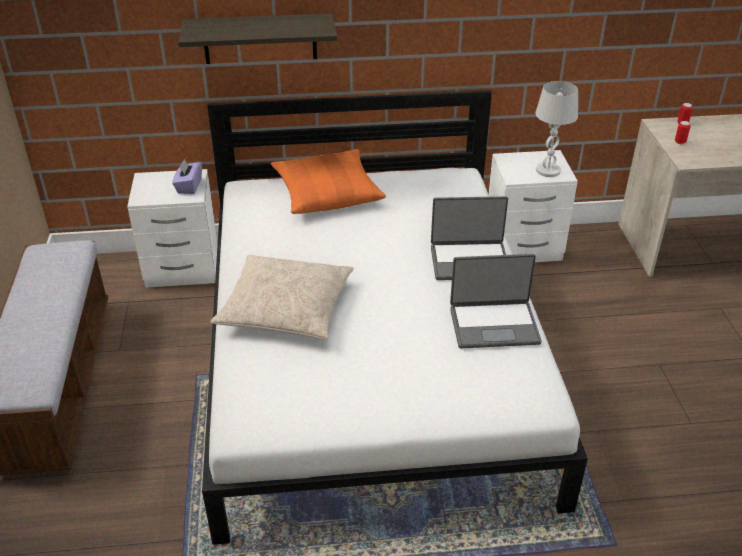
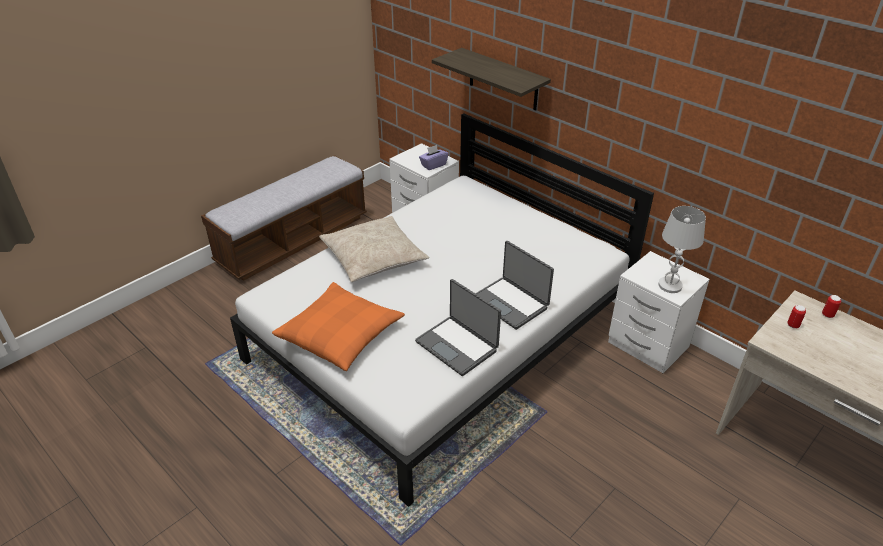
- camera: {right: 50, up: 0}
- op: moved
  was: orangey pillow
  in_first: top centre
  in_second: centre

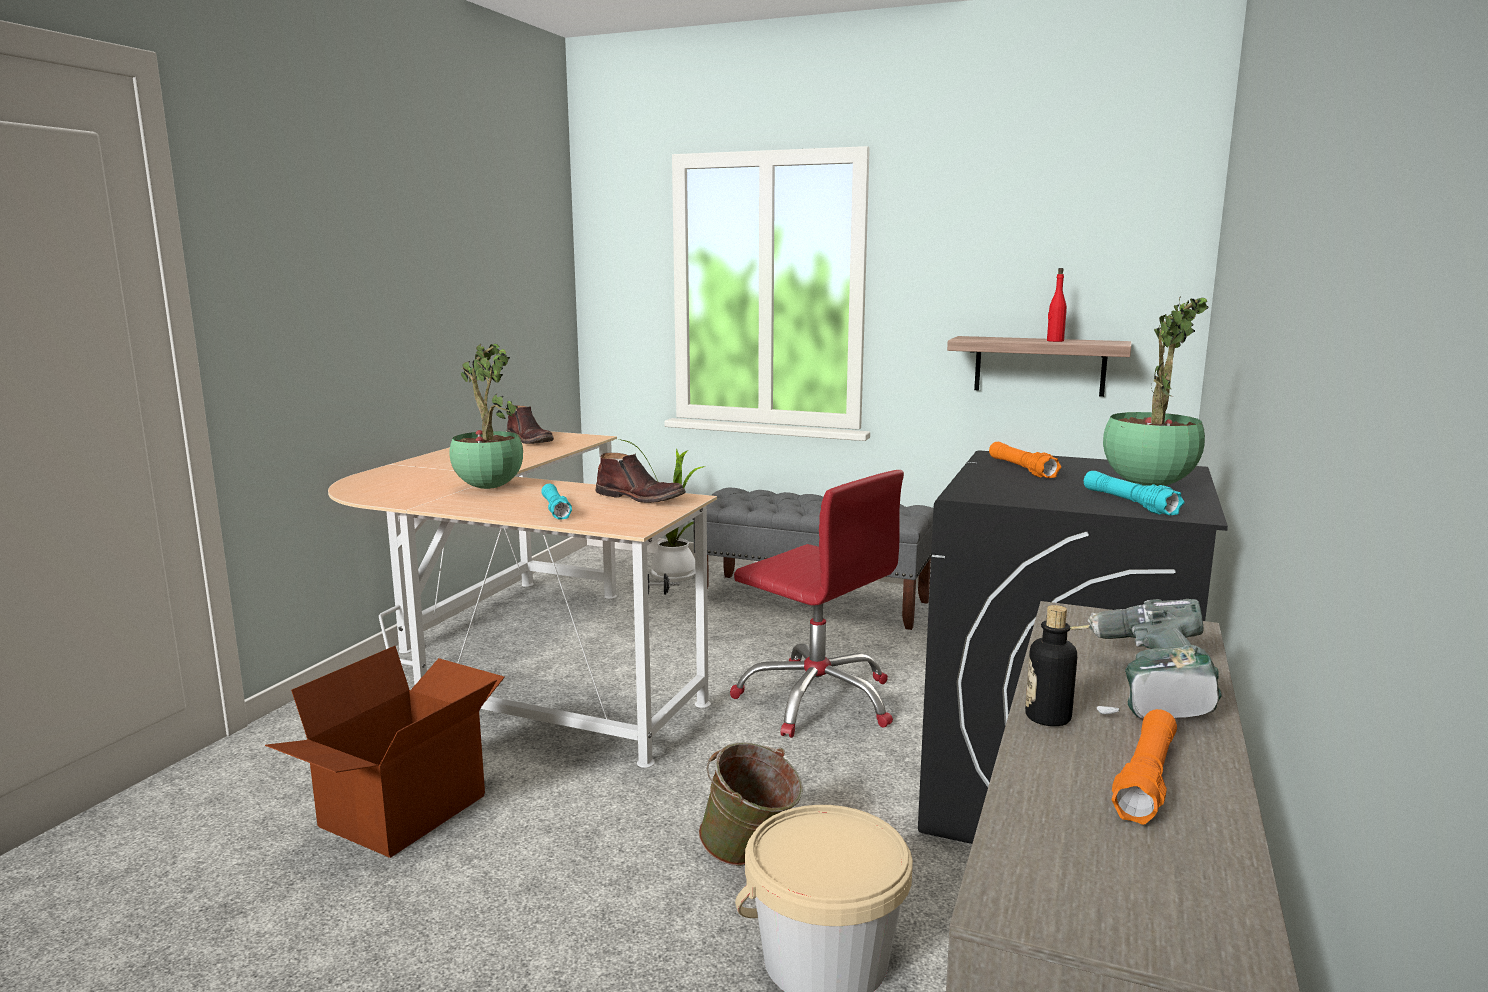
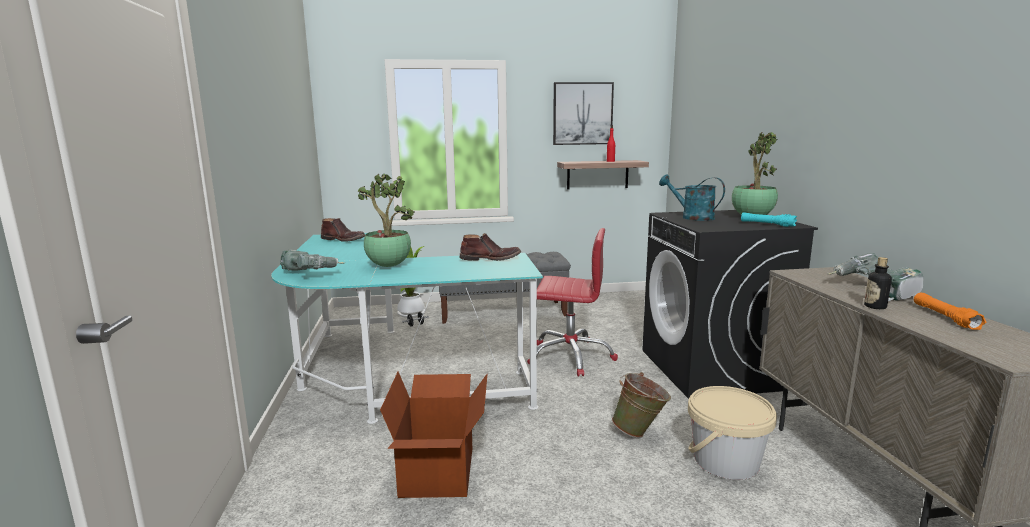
- camera: {right: -30, up: 0}
- op: recoloured
  was: beige-coloured desk unit
  now: turquoise desk unit
  in_first: centre
  in_second: centre
- op: removed
  was: turquoise flashlight (1st from left)
  in_first: centre
- op: replaced
  was: orangey flashlight (1st from left)
  now: turquoise watering can
  in_first: middle right
  in_second: middle right
- op: added
  now: power drill (1st from left)
  in_second: middle left
- op: added
  now: picture
  in_second: top centre

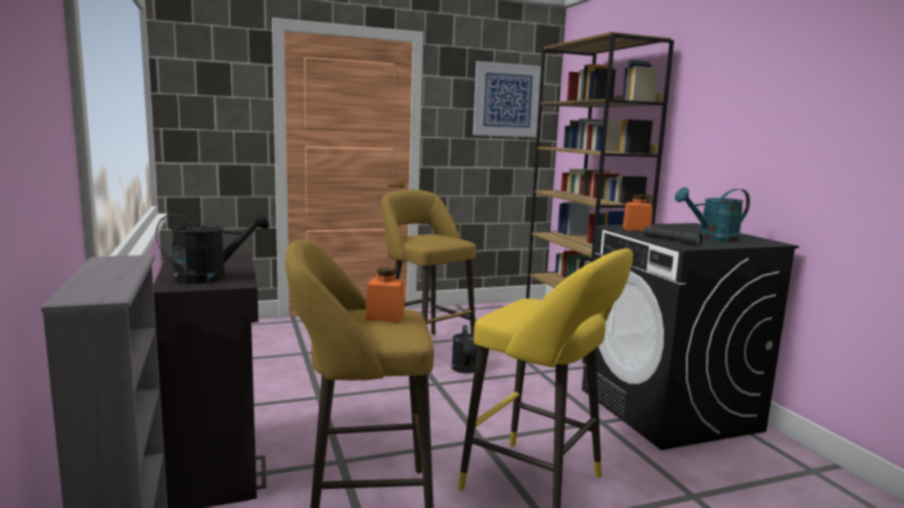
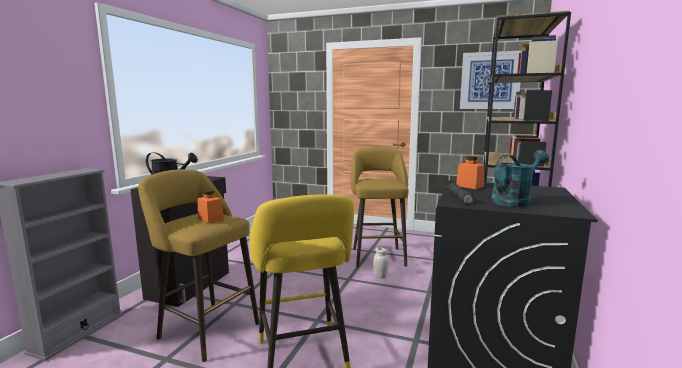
- camera: {right: 40, up: 0}
- op: replaced
  was: black watering can (2nd from left)
  now: white-coloured storage jar
  in_first: bottom centre
  in_second: bottom centre
- op: turned
  was: turquoise watering can
  in_first: middle right
  in_second: middle right
  clockwise: 120

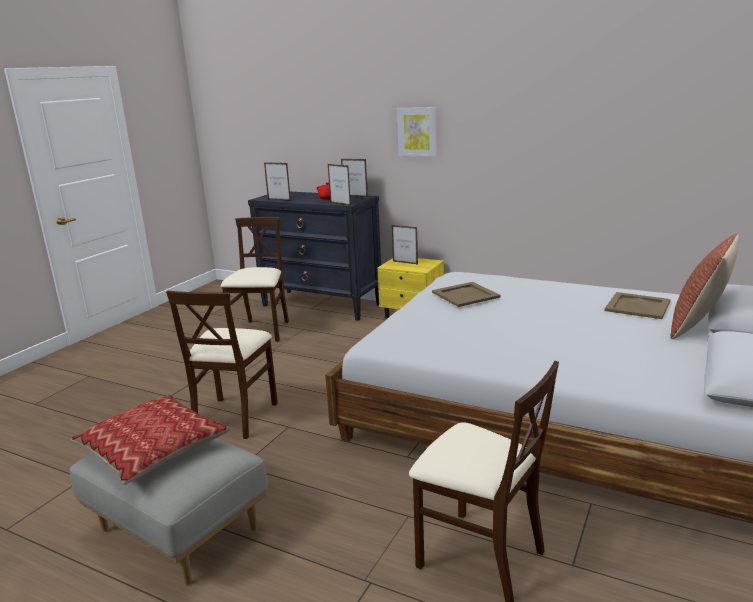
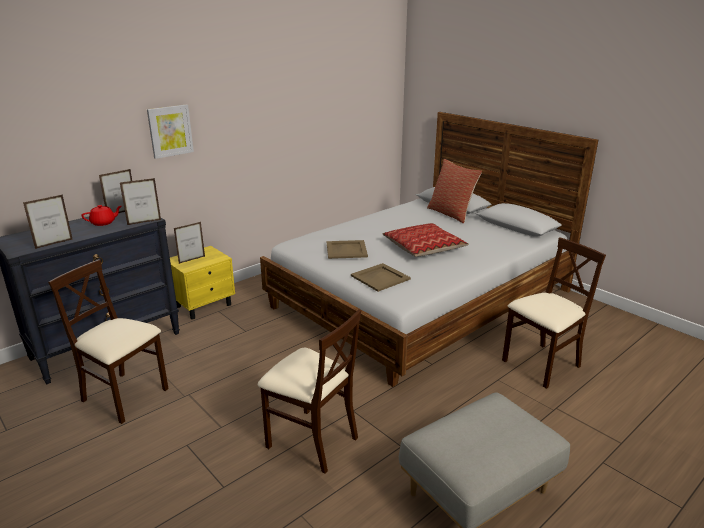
- camera: {right: -70, up: 5}
- op: moved
  was: pillow (1st from left)
  in_first: bottom left
  in_second: centre
- op: moved
  was: beige-coloured serving tray (2nd from left)
  in_first: middle right
  in_second: centre

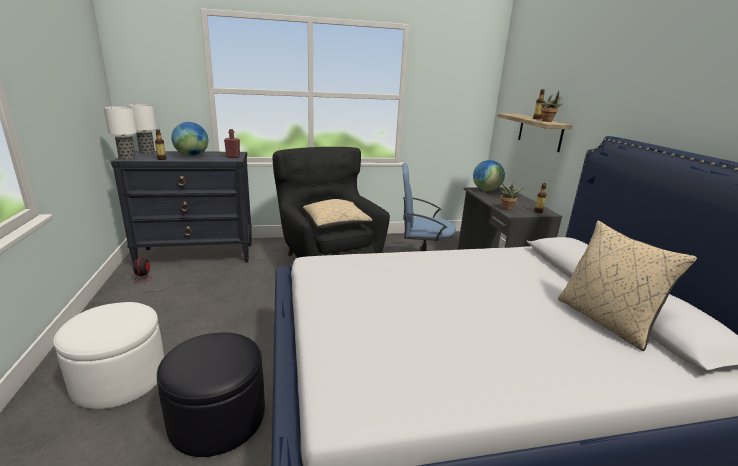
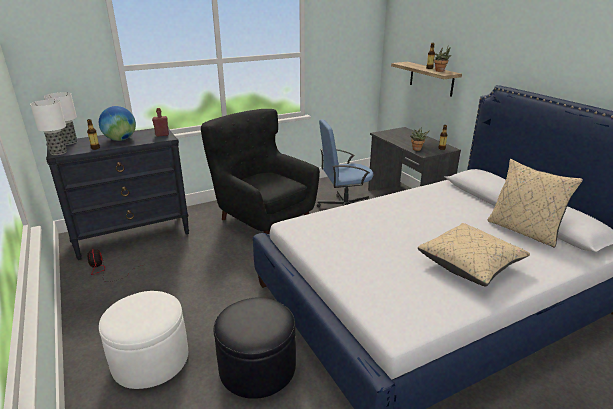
- camera: {right: -15, up: 5}
- op: moved
  was: beige-coloured pillow (1st from left)
  in_first: centre
  in_second: middle right
- op: removed
  was: world globe (2nd from left)
  in_first: centre

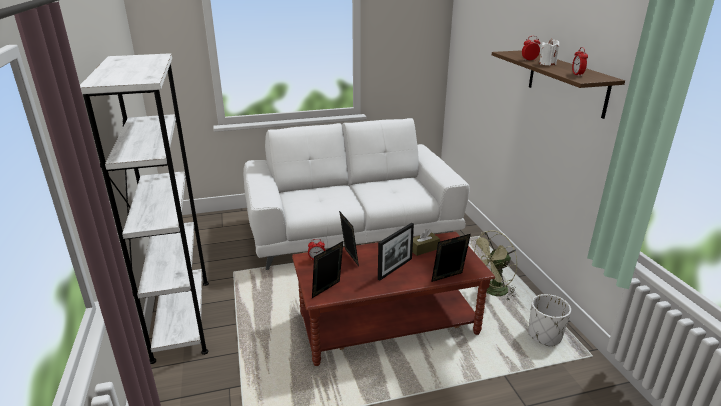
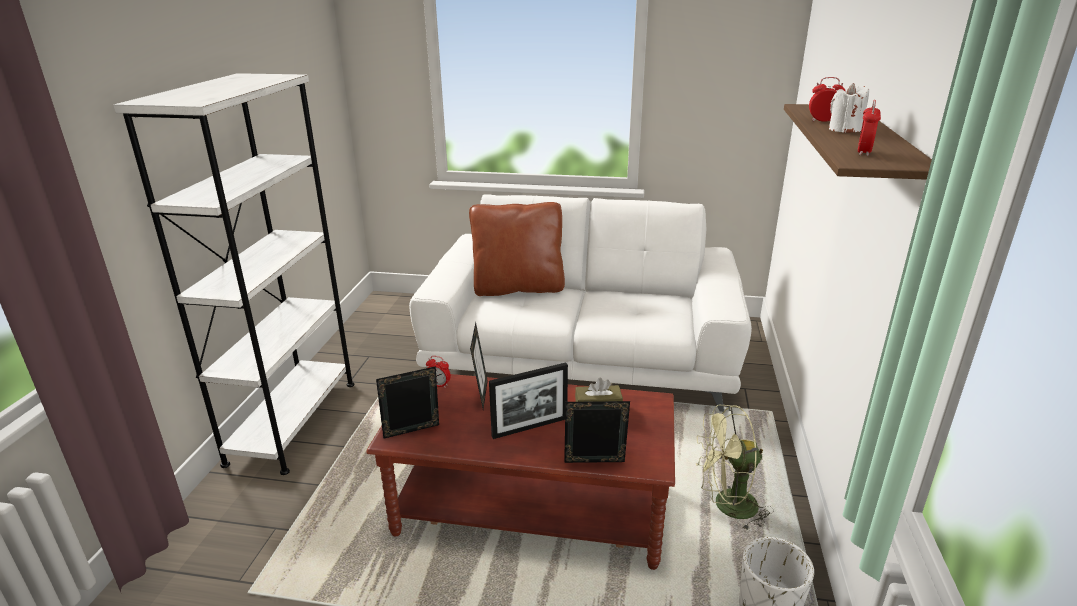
- camera: {right: 25, up: 0}
- op: added
  now: brownish pillow
  in_second: centre

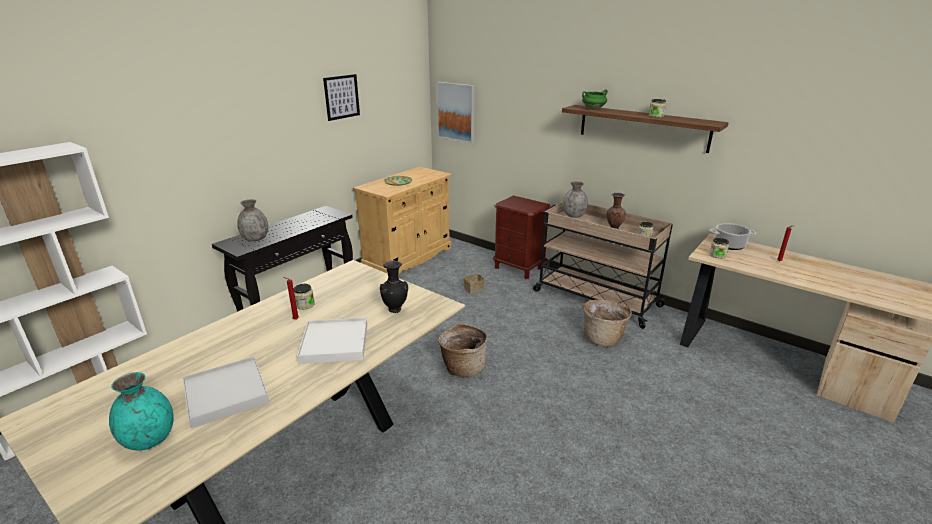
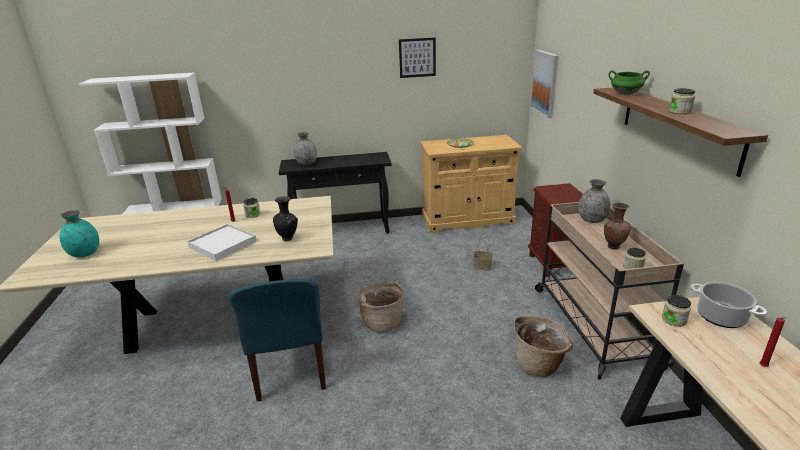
- camera: {right: 45, up: 0}
- op: removed
  was: white-coloured serving tray (1st from left)
  in_first: bottom left
- op: added
  now: blue-coloured plain chair
  in_second: bottom centre

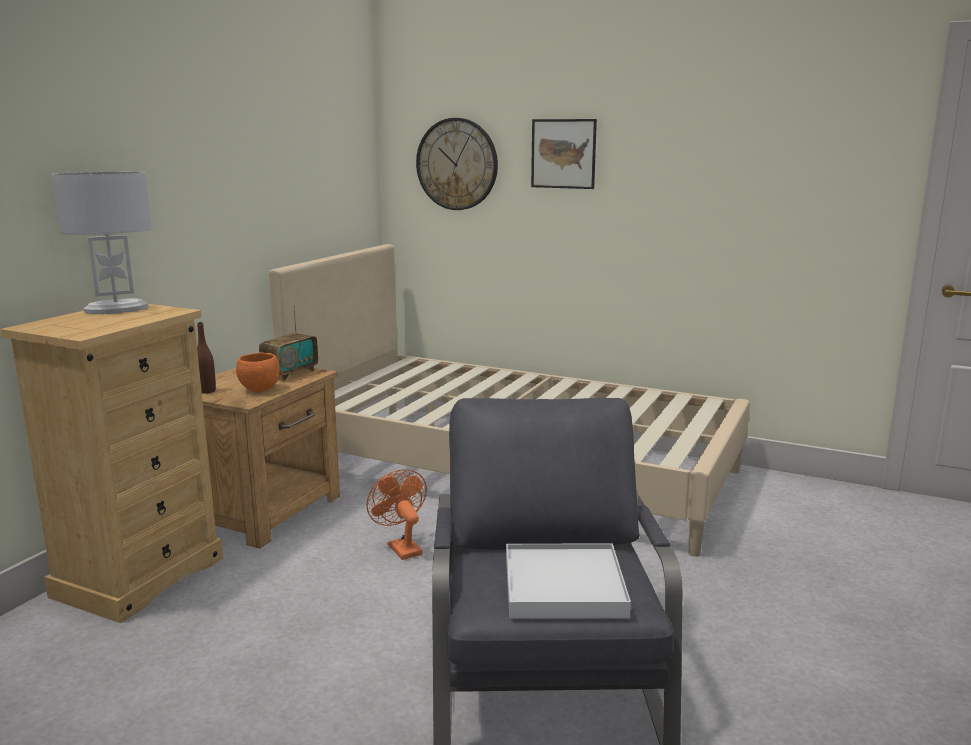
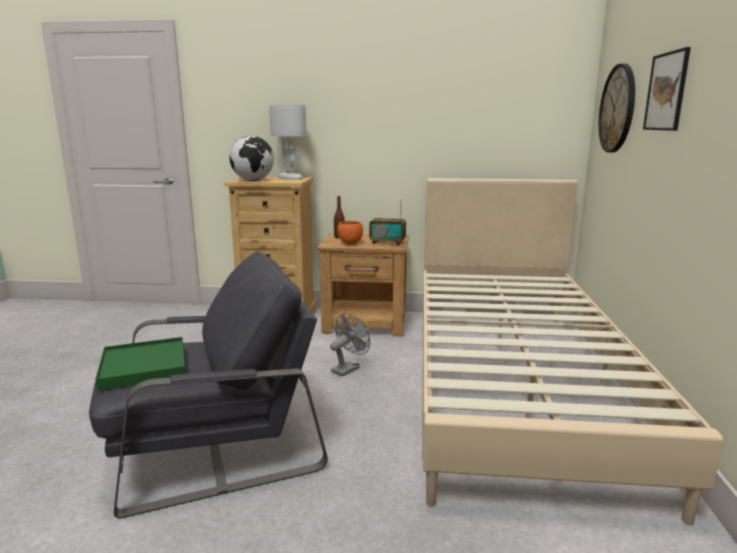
- camera: {right: 70, up: 0}
- op: recoloured
  was: orangey electric fan
  now: grey electric fan
  in_first: bottom centre
  in_second: centre
- op: recoloured
  was: white-coloured serving tray
  now: green-coloured serving tray
  in_first: bottom centre
  in_second: middle left
- op: added
  now: world globe
  in_second: top centre

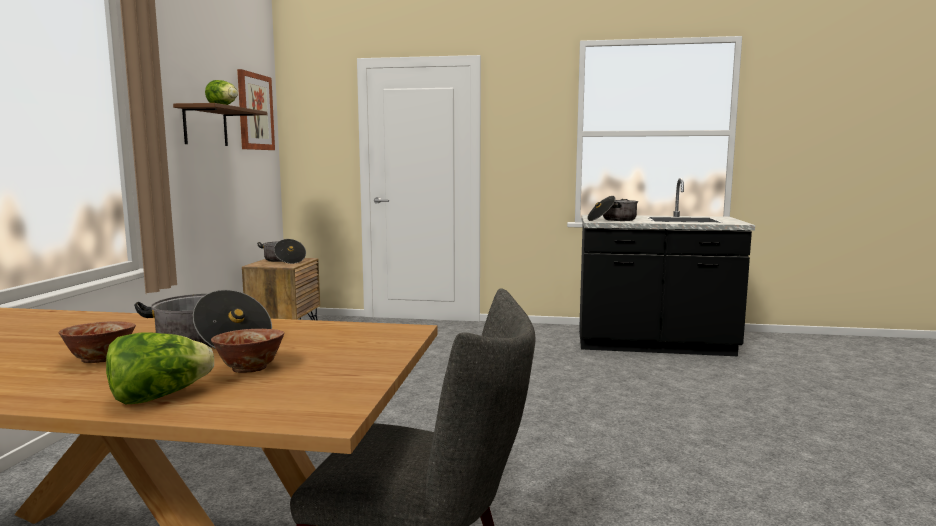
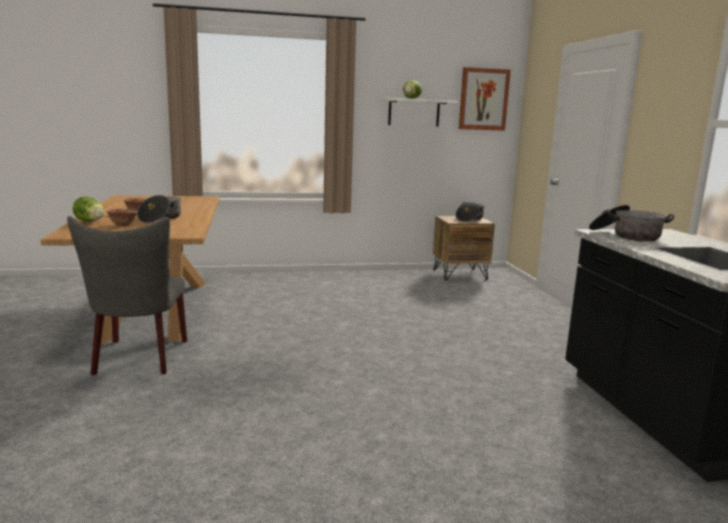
- camera: {right: 70, up: 5}
- op: recoloured
  was: brownish bracket shelf
  now: white-coloured bracket shelf
  in_first: top left
  in_second: top centre

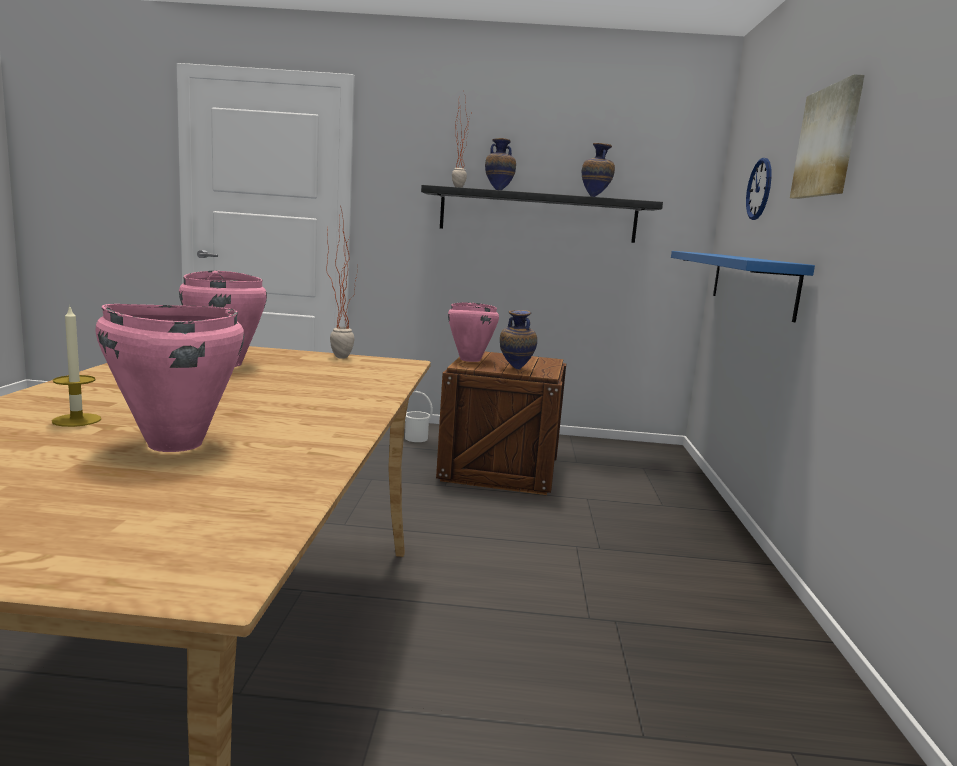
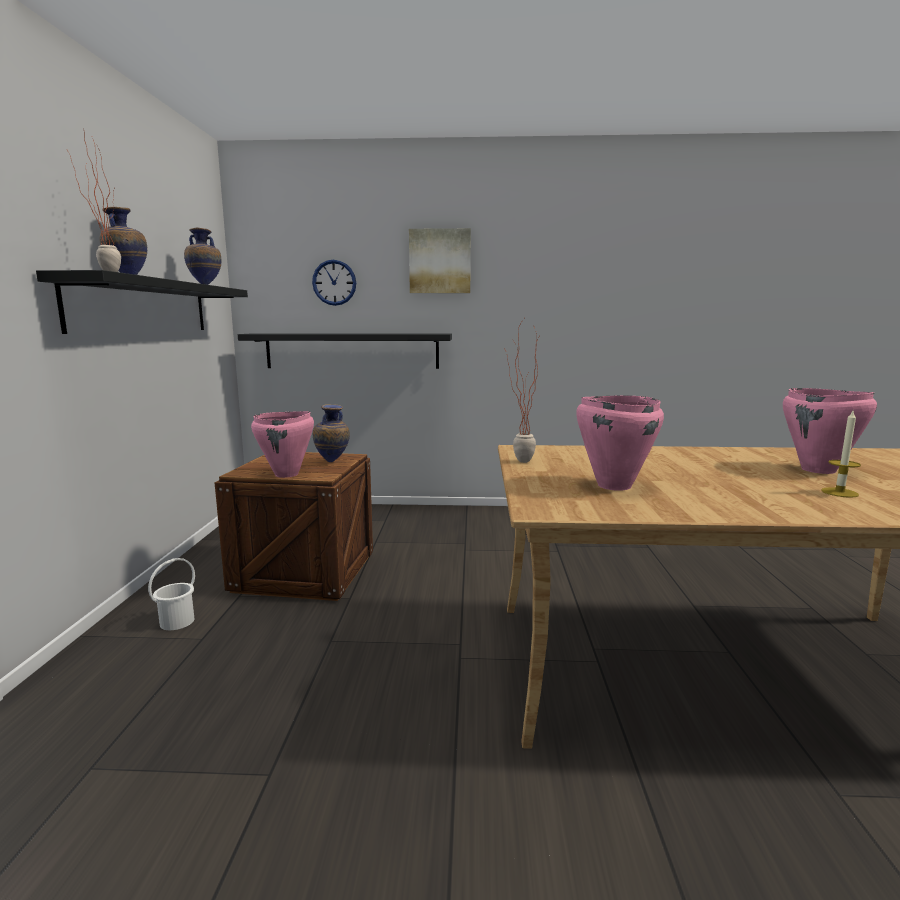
- camera: {right: -90, up: 0}
- op: recoloured
  was: blue-coloured bracket shelf
  now: black bracket shelf (2nd from left)
  in_first: middle right
  in_second: centre

